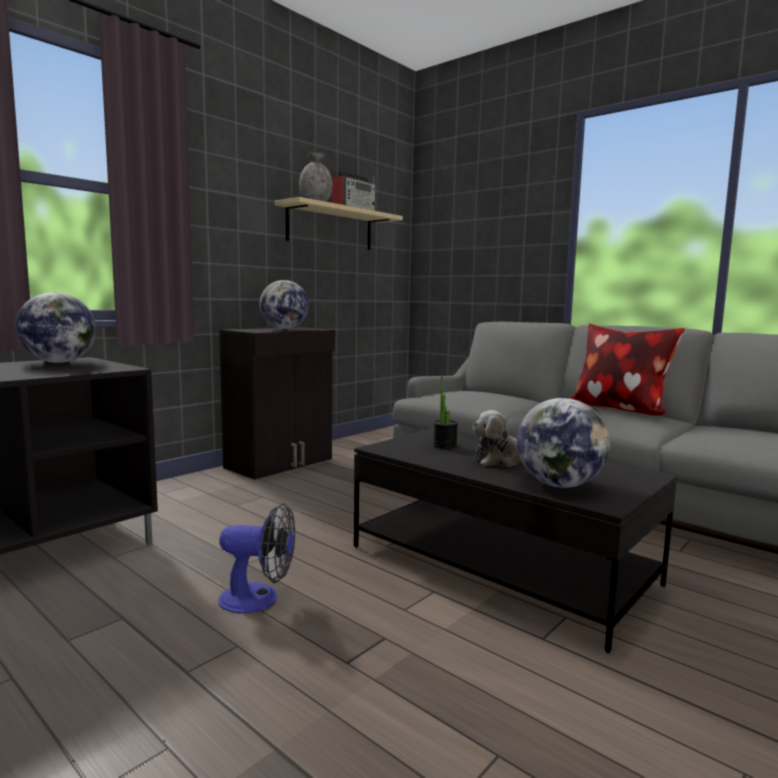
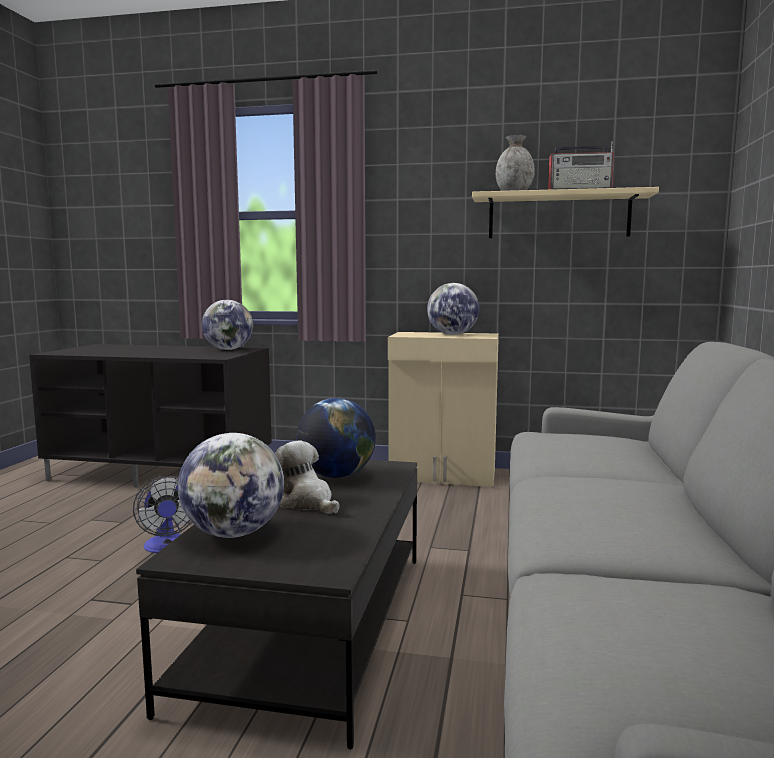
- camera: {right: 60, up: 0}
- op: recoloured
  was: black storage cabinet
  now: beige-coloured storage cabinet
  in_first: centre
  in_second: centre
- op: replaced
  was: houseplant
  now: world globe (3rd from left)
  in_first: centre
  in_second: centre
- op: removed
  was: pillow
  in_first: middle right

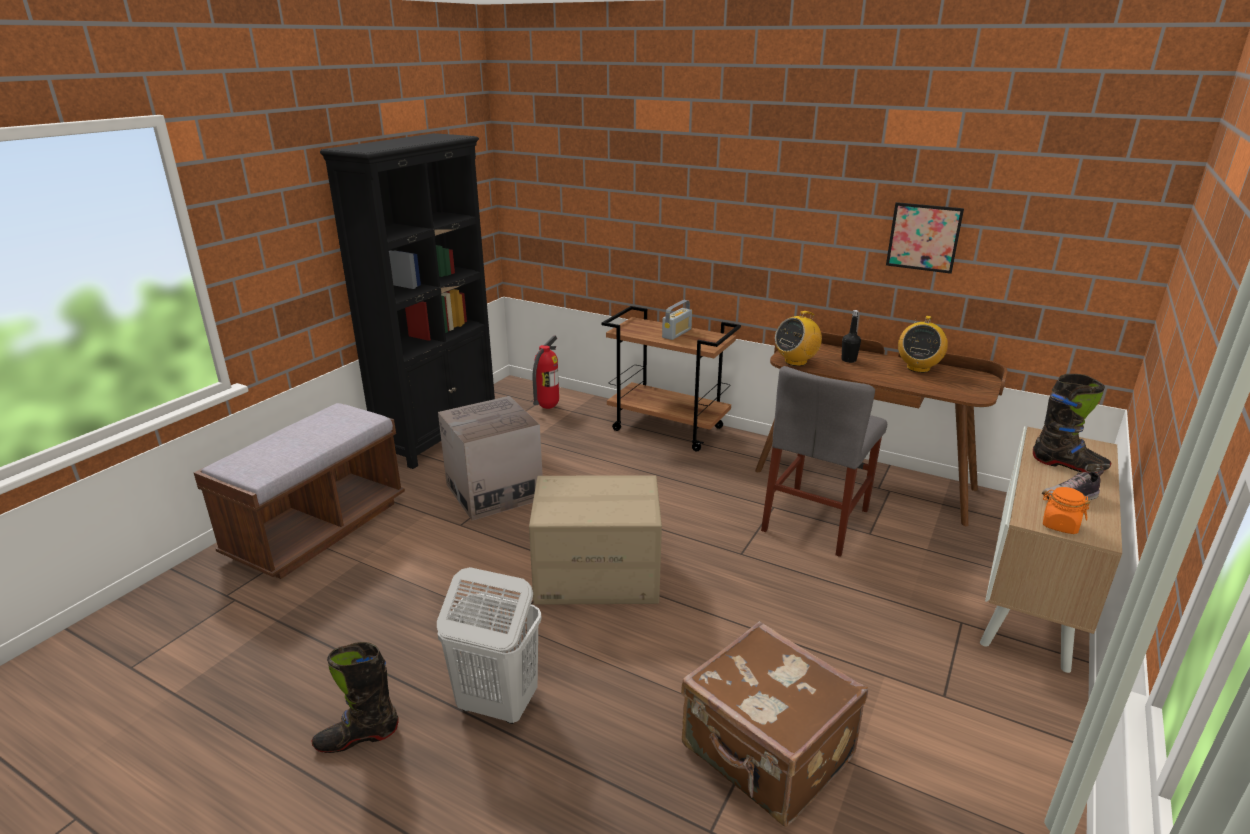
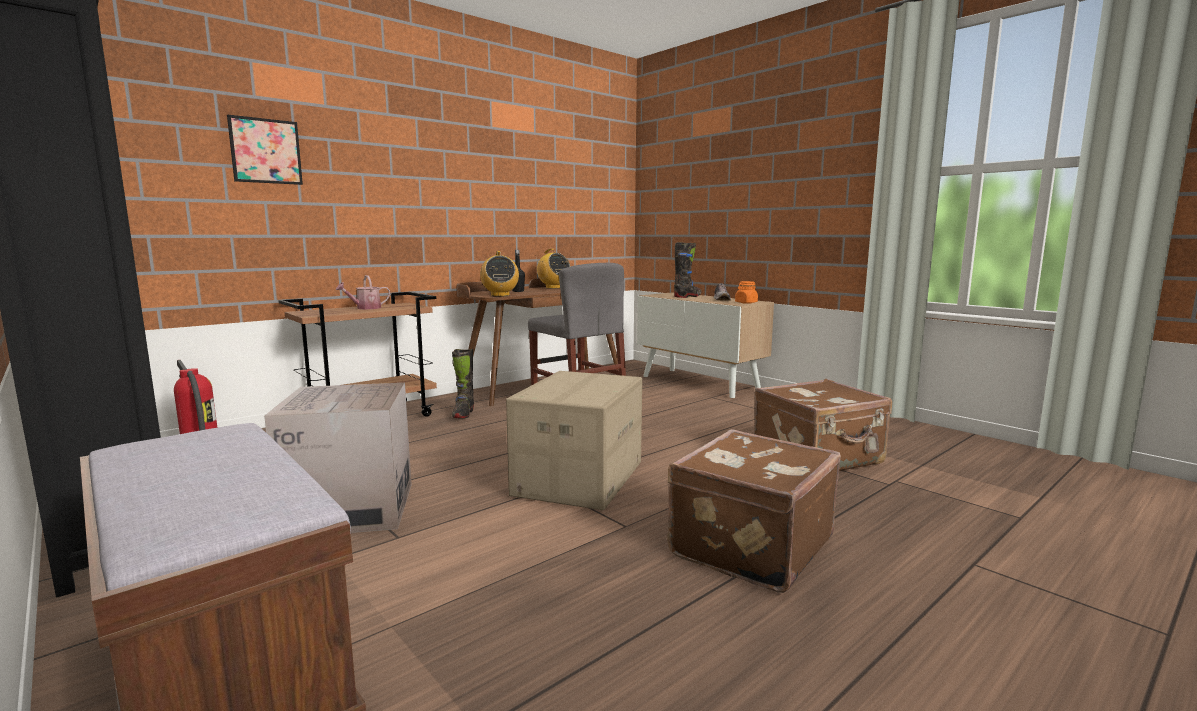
- camera: {right: -70, up: -15}
- op: moved
  was: black boot (1st from left)
  in_first: bottom left
  in_second: centre
- op: replaced
  was: white-coloured hamper
  now: brownish piece of luggage (1st from left)
  in_first: bottom centre
  in_second: bottom centre
- op: replaced
  was: radio set (1st from left)
  now: watering can
  in_first: centre
  in_second: middle left
- op: moved
  was: picture
  in_first: top right
  in_second: top left

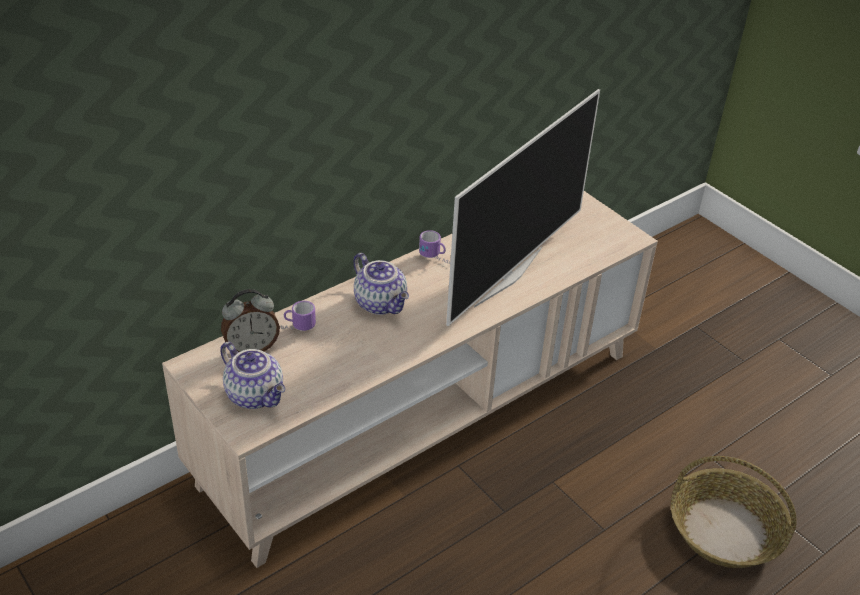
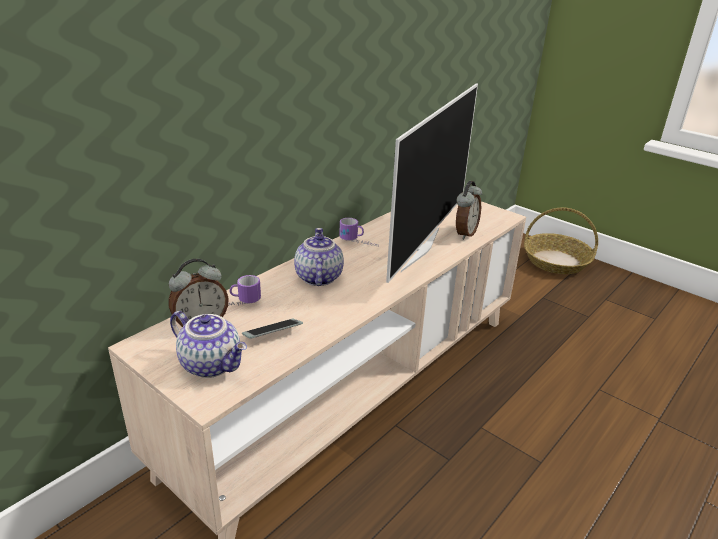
- camera: {right: -10, up: -10}
- op: turned
  was: tea pot (2nd from left)
  in_first: centre
  in_second: centre
  clockwise: -135
- op: moved
  was: storage basket
  in_first: bottom right
  in_second: middle right
- op: added
  now: phone
  in_second: centre
- op: added
  now: table clock (2nd from left)
  in_second: centre

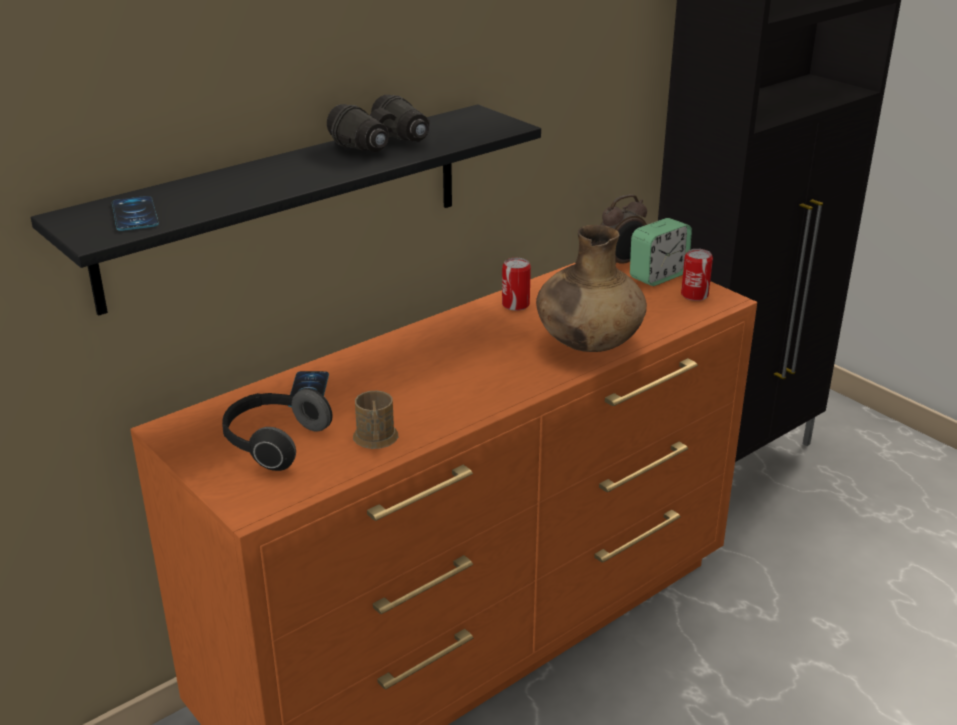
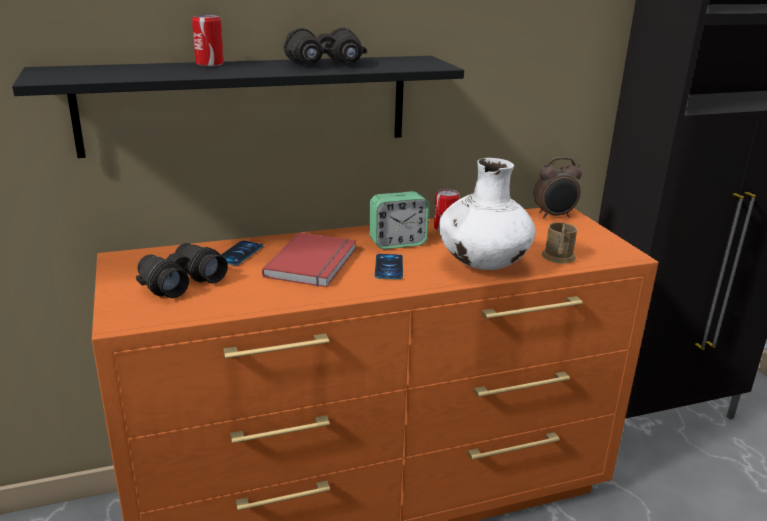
- camera: {right: 20, up: -5}
- op: moved
  was: phone (1st from left in the first image)
  now: phone (2nd from left)
  in_first: top left
  in_second: centre
- op: replaced
  was: pair of headphones
  now: black pair of binoculars (1st from left)
  in_first: middle left
  in_second: middle left
- op: moved
  was: brownish tea mug
  in_first: centre
  in_second: middle right
- op: recoloured
  was: brownish flower vase
  now: white-coloured flower vase
  in_first: centre
  in_second: centre
- op: moved
  was: table clock (2nd from left in the first image)
  now: table clock (1st from left)
  in_first: middle right
  in_second: centre
- op: moved
  was: can (2nd from left in the first image)
  now: can (1st from left)
  in_first: middle right
  in_second: top left
- op: added
  now: red-coloured bound book
  in_second: centre

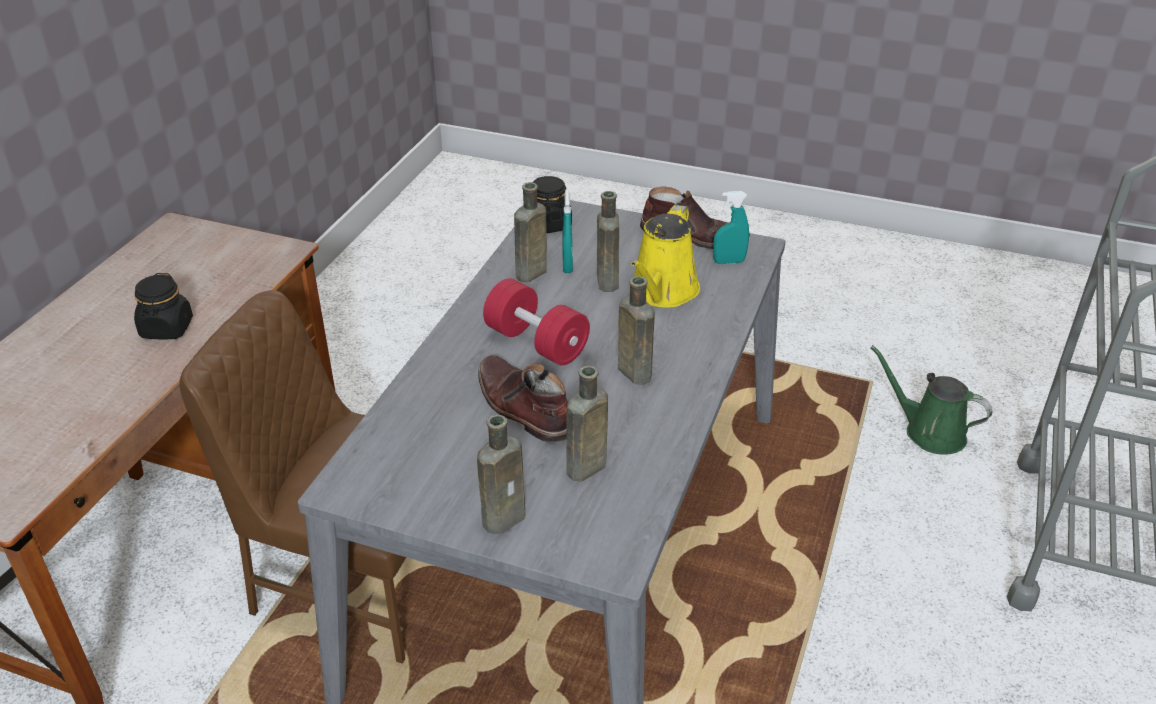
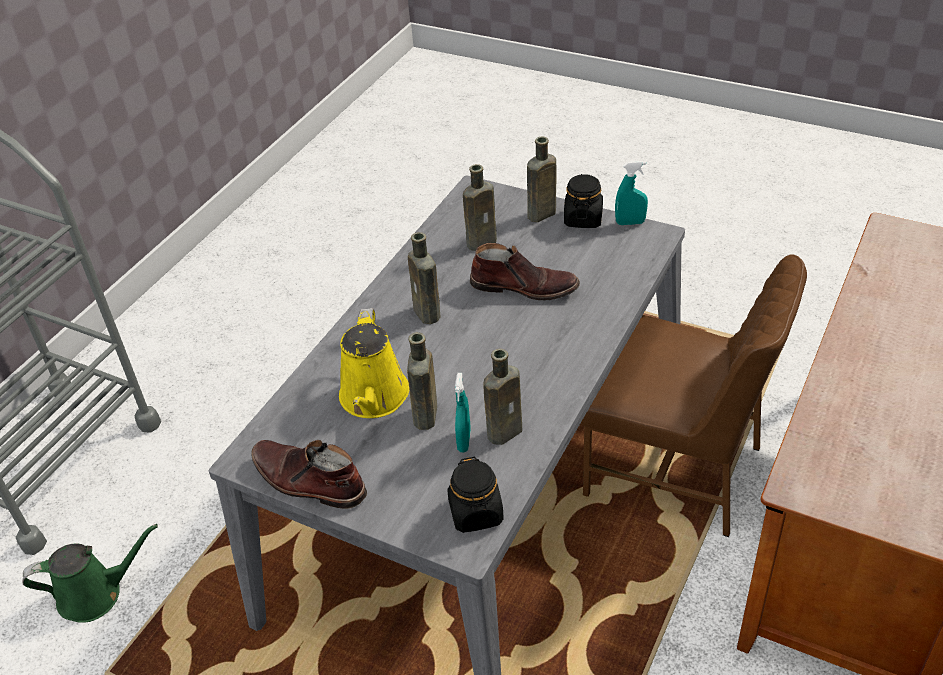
- camera: {right: -170, up: 5}
- op: moved
  was: black storage jar (1st from left in the first image)
  now: black storage jar (2nd from left)
  in_first: middle left
  in_second: top centre
- op: turned
  was: brownish boot (1st from left in the first image)
  in_first: centre
  in_second: centre
  clockwise: -45
- op: removed
  was: red-coloured free weight
  in_first: centre
- op: turned
  was: yellowish watering can
  in_first: centre
  in_second: centre
  clockwise: 150
- op: moved
  was: turquoise sprayer (2nd from left)
  in_first: top centre
  in_second: top right
- op: turned
  was: green-coloured watering can
  in_first: middle right
  in_second: bottom left
  clockwise: -60

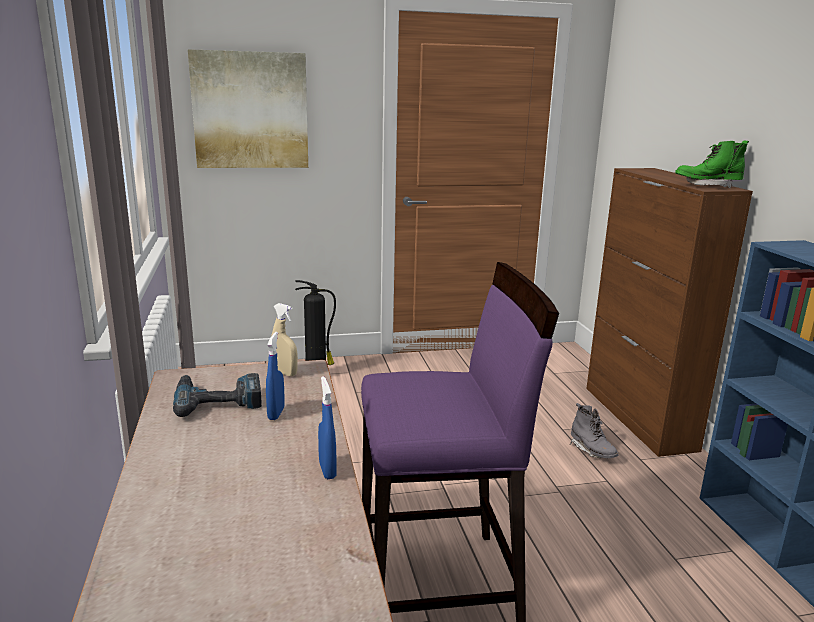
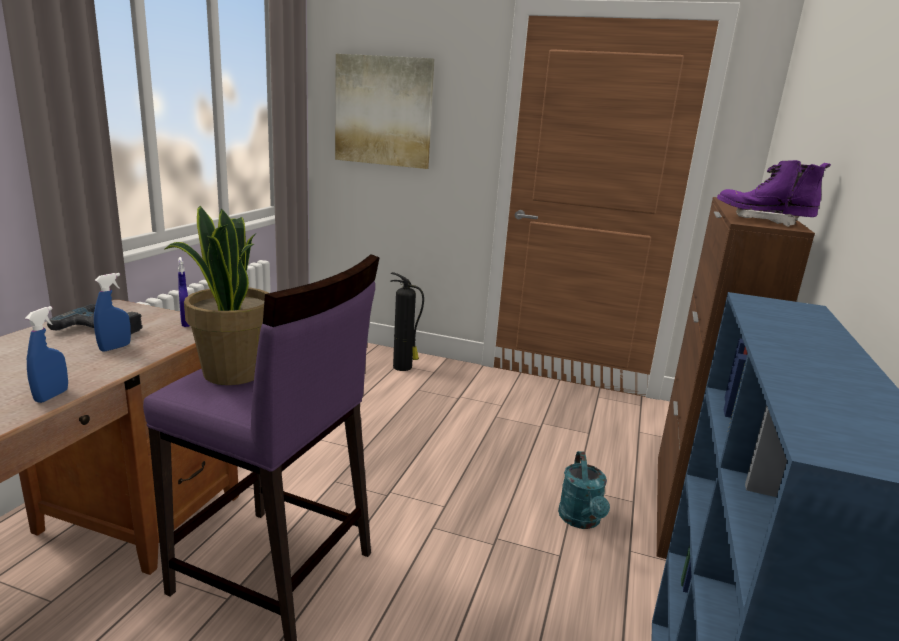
- camera: {right: 30, up: 0}
- op: recoloured
  was: beige-coloured sprayer
  now: blue-coloured sprayer (3rd from left)
  in_first: centre
  in_second: middle left
- op: replaced
  was: grey boot
  now: turquoise watering can
  in_first: bottom right
  in_second: bottom centre
- op: recoloured
  was: green-coloured boot
  now: purple-coloured boot
  in_first: top right
  in_second: top right
- op: added
  now: houseplant
  in_second: middle left

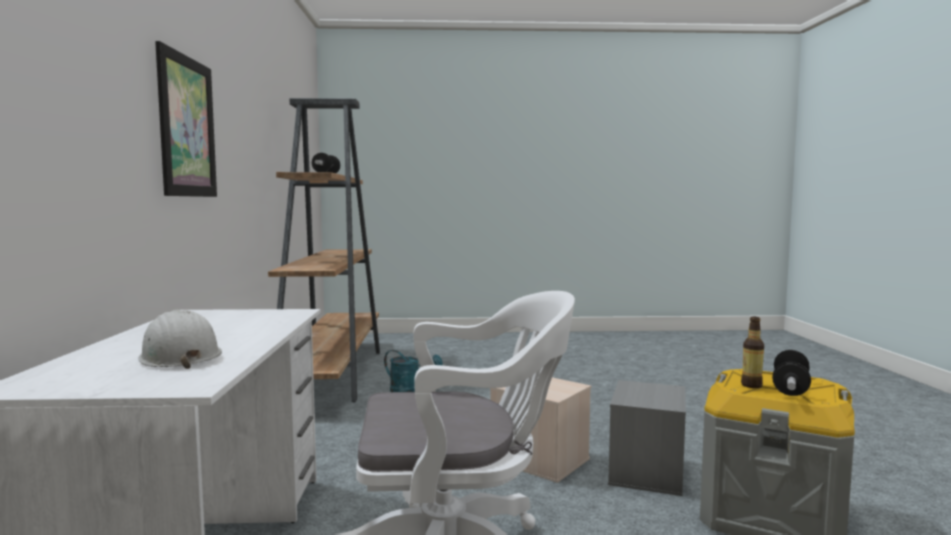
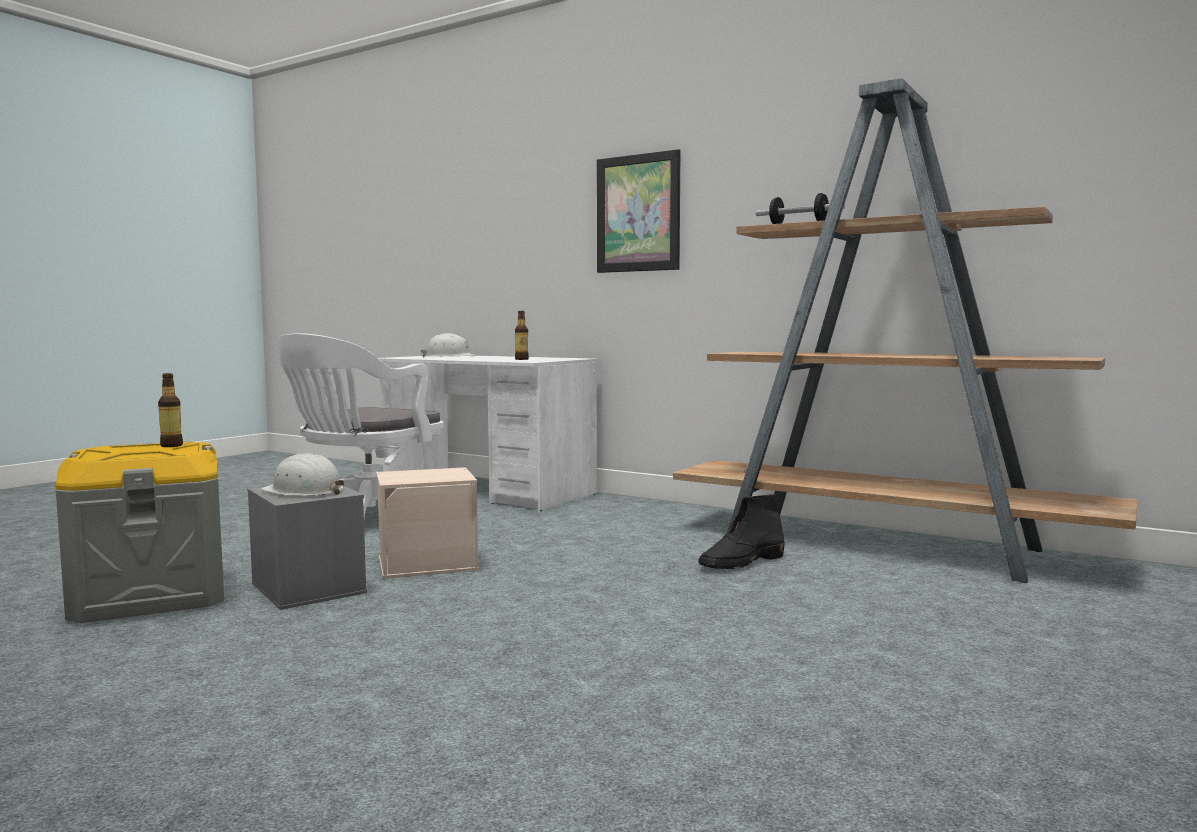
- camera: {right: 125, up: 0}
- op: replaced
  was: turquoise watering can
  now: black boot
  in_first: bottom centre
  in_second: centre
- op: removed
  was: free weight (2nd from left)
  in_first: bottom right
- op: added
  now: white-coloured work helmet (1st from left)
  in_second: middle left
- op: added
  now: drink bottle (2nd from left)
  in_second: centre

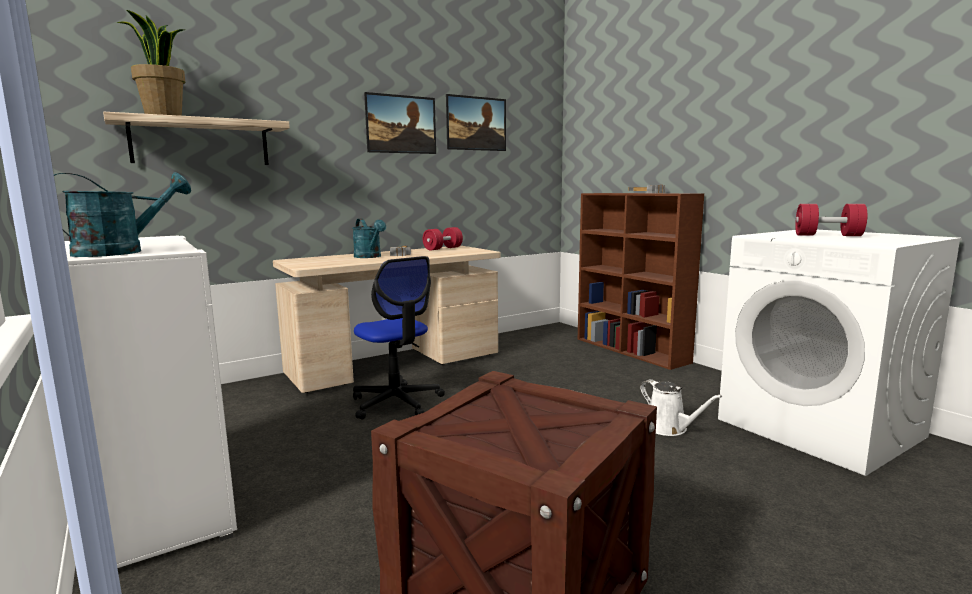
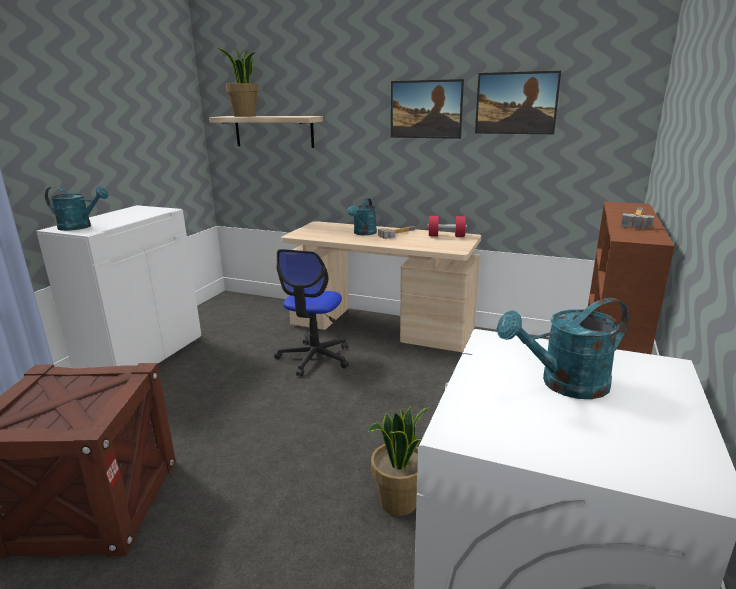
- camera: {right: 55, up: 10}
- op: replaced
  was: white-coloured watering can
  now: houseplant (2nd from left)
  in_first: bottom right
  in_second: bottom centre
- op: replaced
  was: red-coloured free weight (2nd from left)
  now: turquoise watering can (3rd from left)
  in_first: middle right
  in_second: middle right

